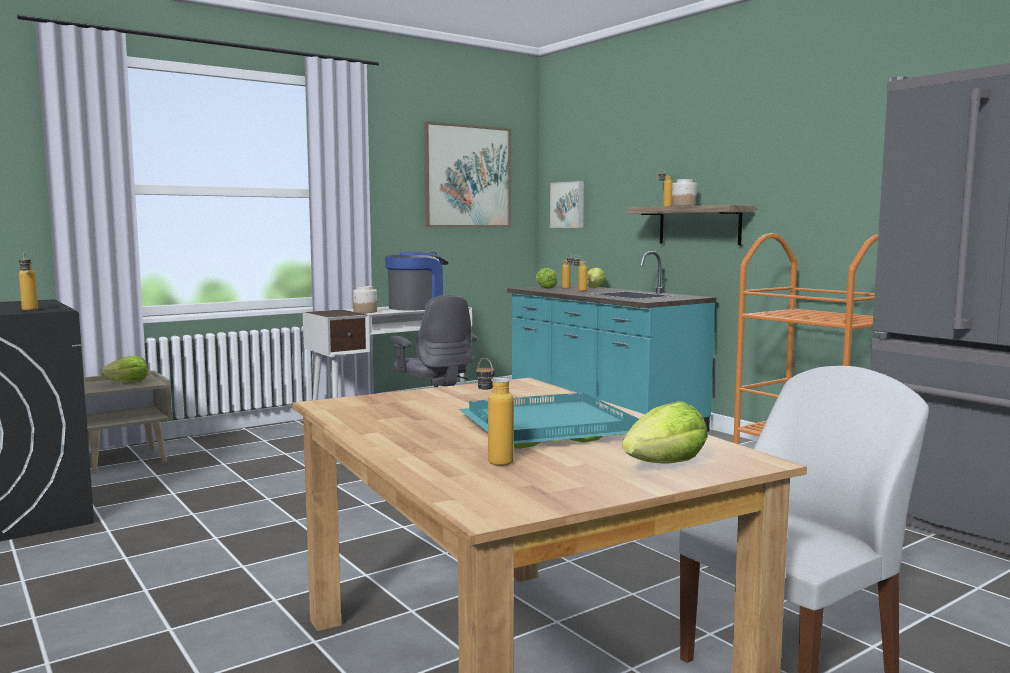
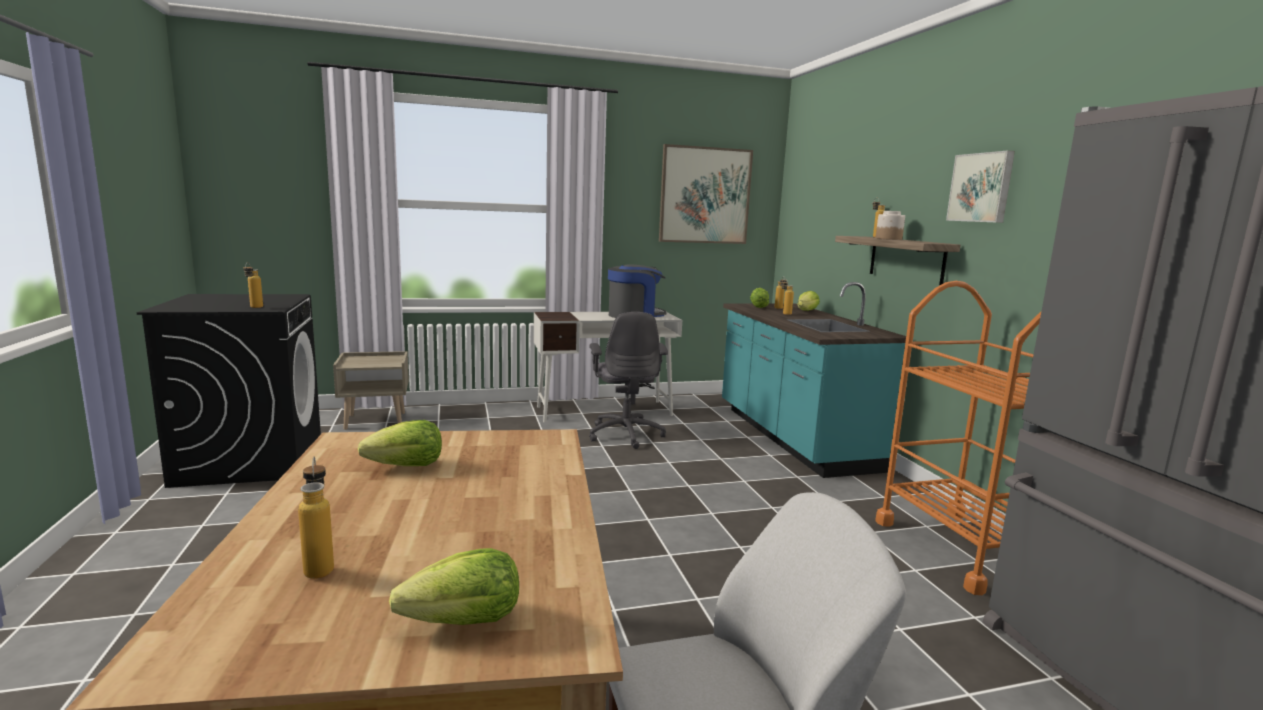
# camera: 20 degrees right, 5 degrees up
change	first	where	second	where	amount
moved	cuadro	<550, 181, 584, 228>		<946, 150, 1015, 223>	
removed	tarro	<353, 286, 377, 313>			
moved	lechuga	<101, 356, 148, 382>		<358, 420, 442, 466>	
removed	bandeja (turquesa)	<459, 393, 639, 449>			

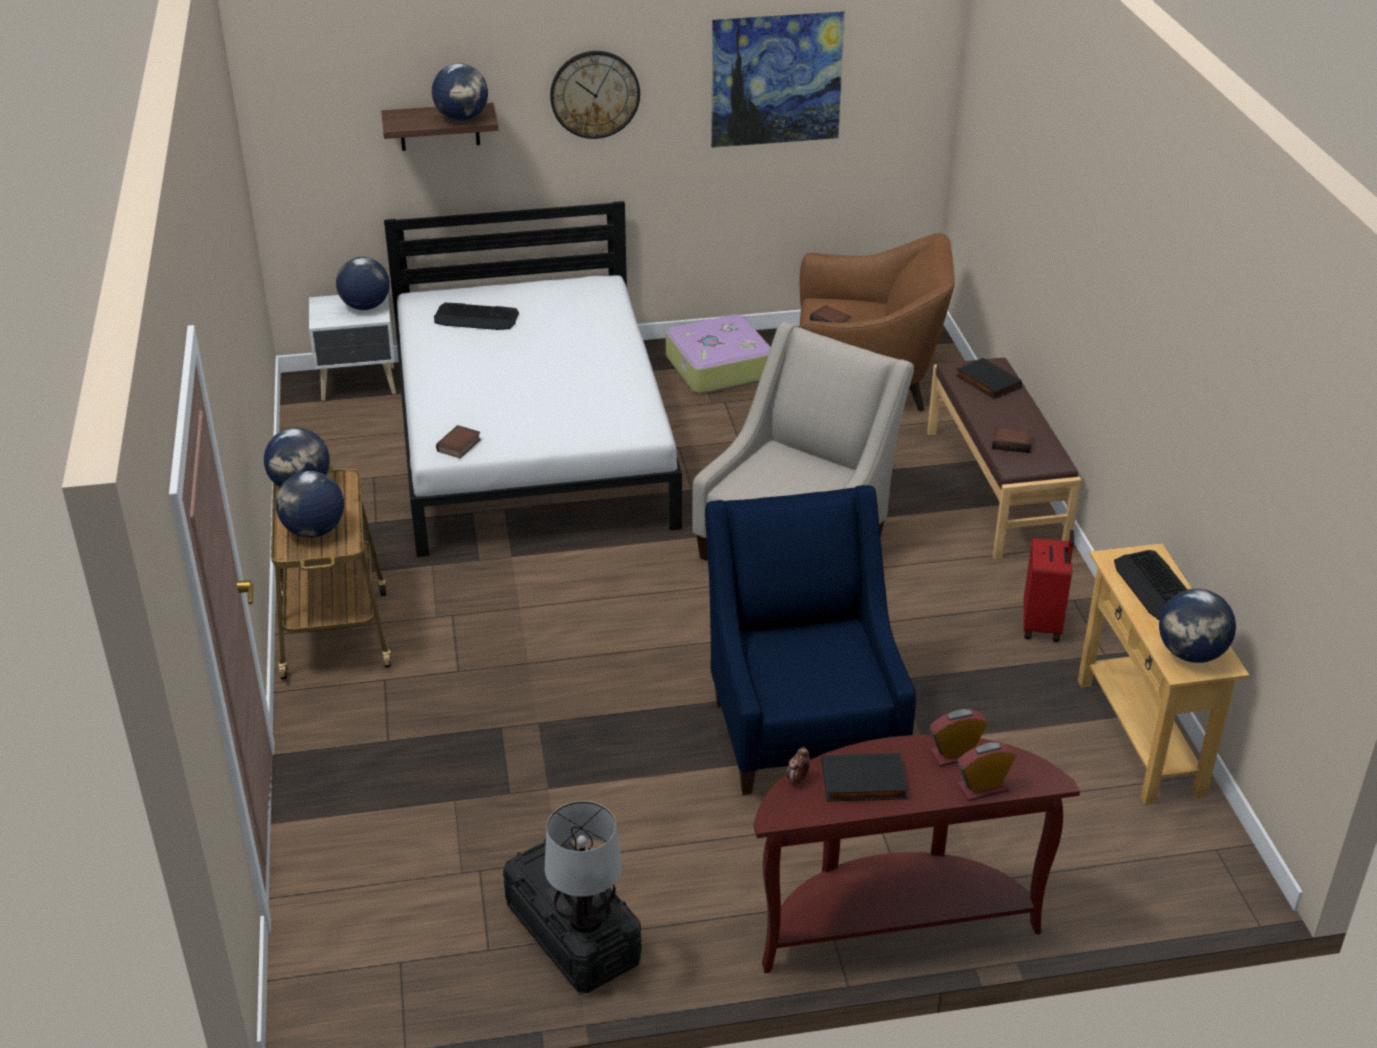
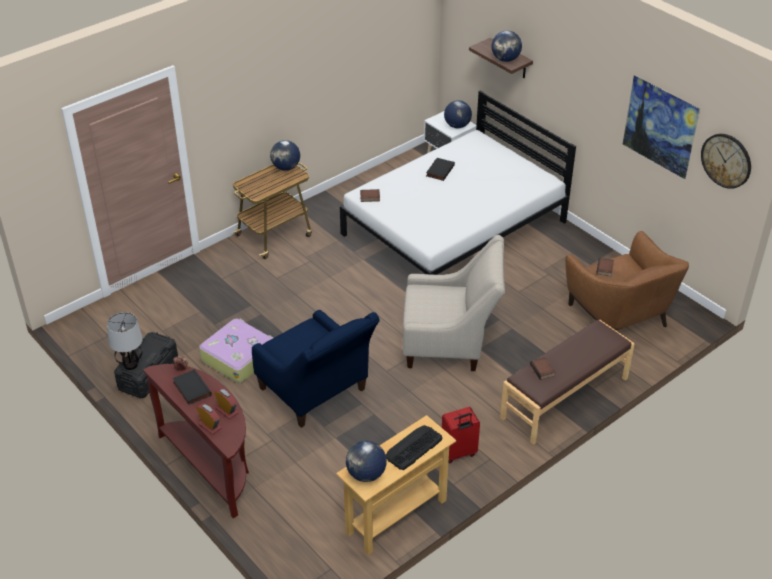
# camera: 60 degrees right, 5 degrees up
change	first	where	second	where	amount
moved	reloj de pared	<550, 51, 640, 139>		<701, 134, 751, 189>	
removed	teclado	<434, 303, 519, 330>			
moved	maleta	<666, 314, 771, 393>		<199, 319, 273, 383>	
moved	libro (negro)	<956, 358, 1022, 399>		<426, 158, 455, 181>	
removed	globo terráqueo	<276, 471, 344, 538>			
turned	sillón (azul)	<705, 485, 916, 795>		<252, 310, 380, 428>	90 degrees clockwise

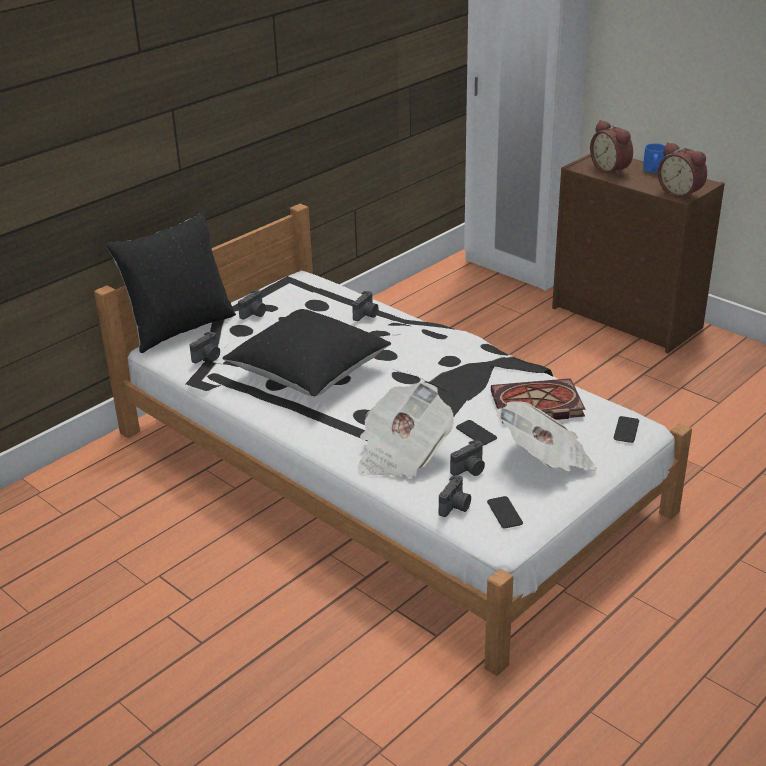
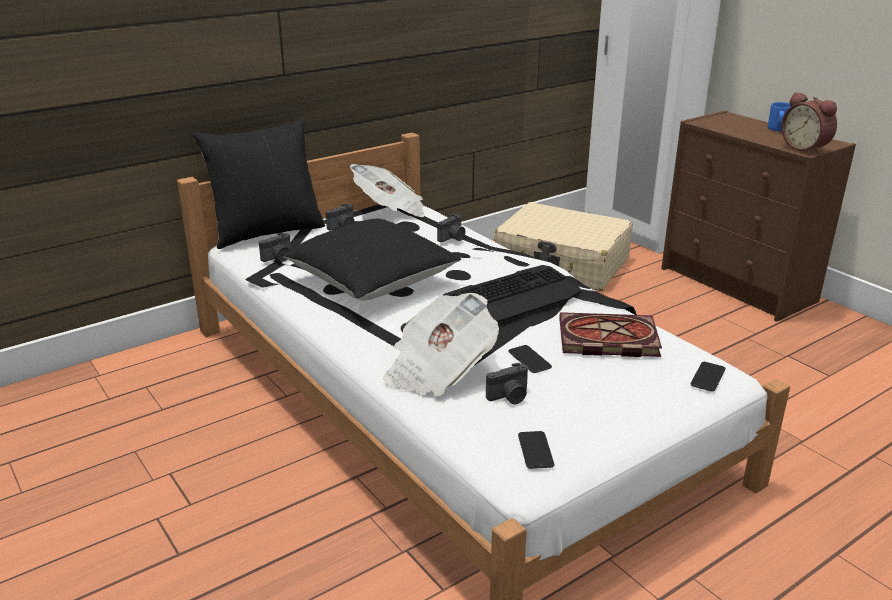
# camera: 10 degrees right, 5 degrees down
change	first	where	second	where	amount
removed	despertador	<590, 120, 633, 176>			
moved	periódico	<496, 401, 597, 472>		<350, 164, 424, 217>	
removed	cámara	<439, 475, 471, 517>			
added			maleta (beis)	<494, 202, 633, 291>	
added			teclado	<443, 265, 582, 322>	

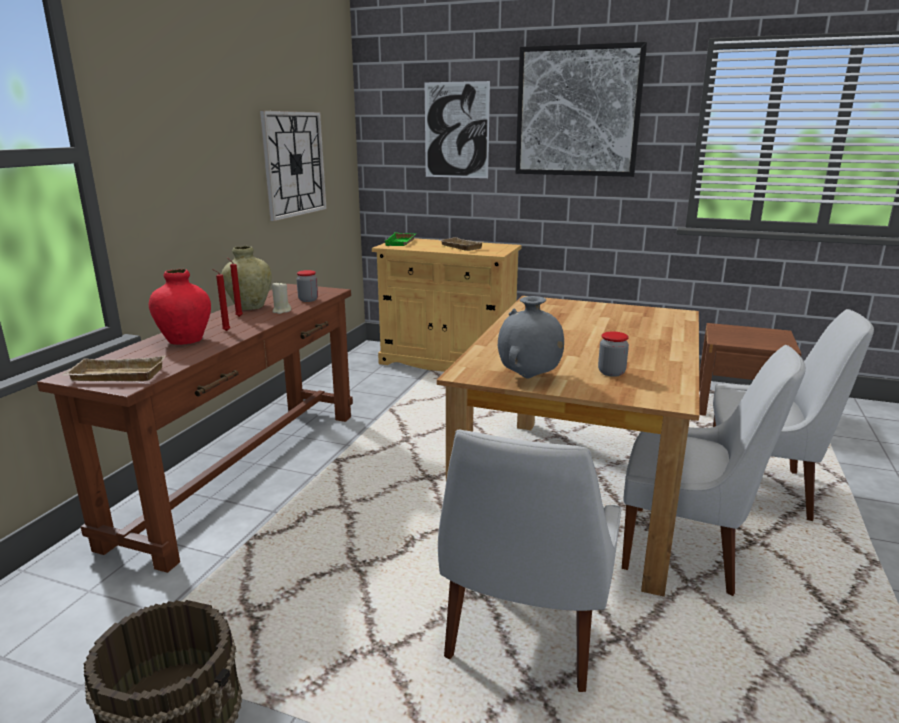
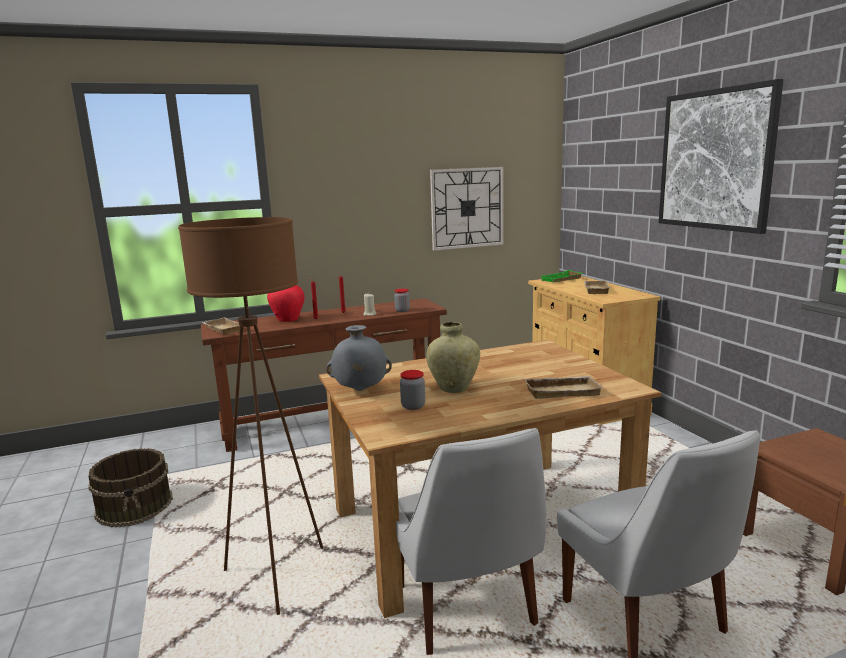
# camera: 50 degrees right, 5 degrees down
change	first	where	second	where	amount
removed	cuadro	<425, 81, 490, 178>			
moved	florero (beis)	<221, 246, 272, 310>		<426, 322, 480, 393>	
replaced	silla (blanco)	<438, 429, 621, 692>	lámpara de pie (marrón)	<178, 217, 323, 615>	
added			bandeja (beis)	<524, 376, 603, 399>	

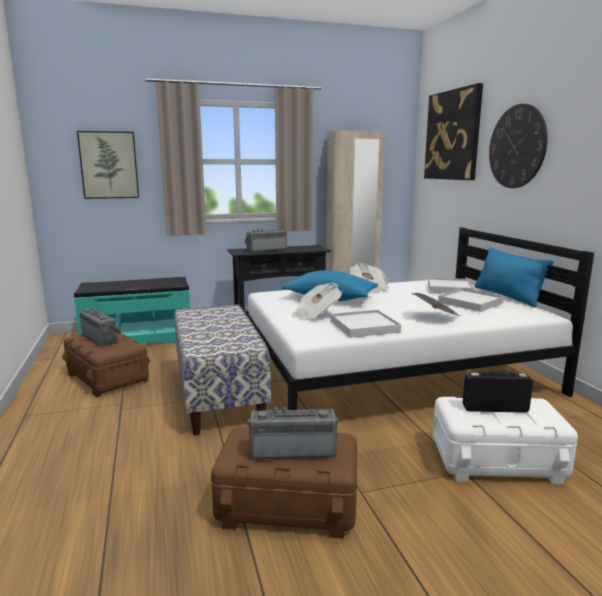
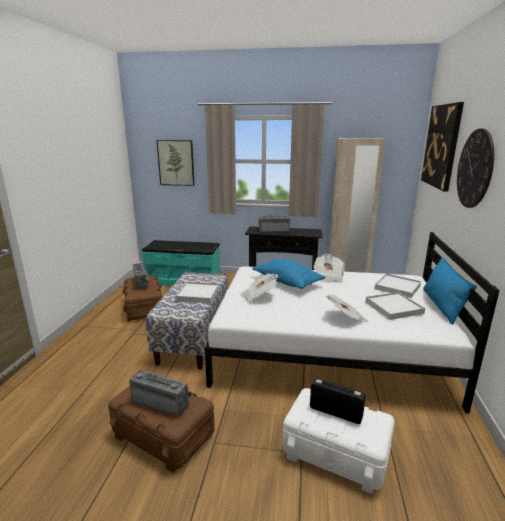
# camera: 25 degrees right, 5 degrees up
change	first	where	second	where	amount
moved	bandeja (blanco)	<331, 310, 401, 338>		<175, 282, 219, 303>	

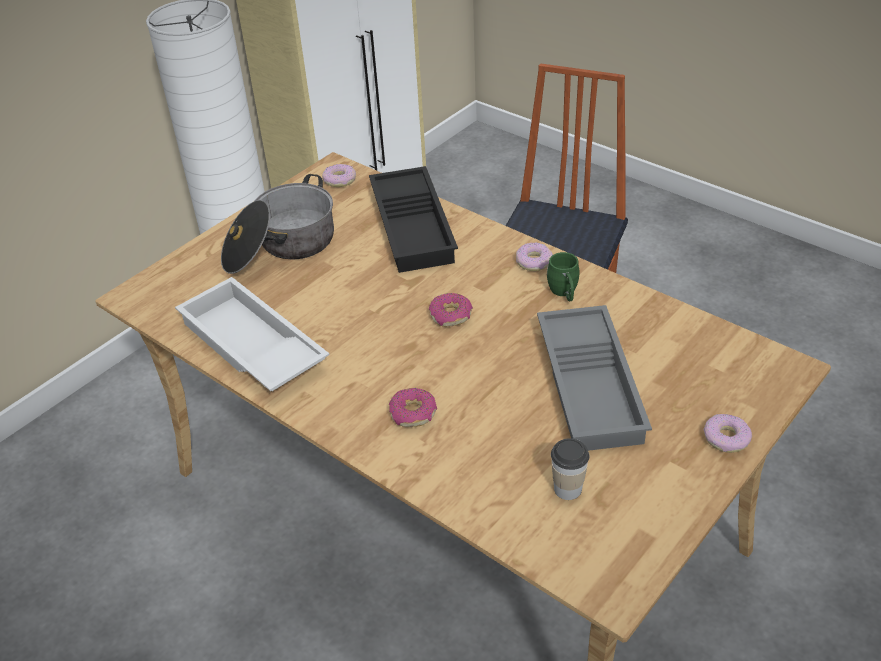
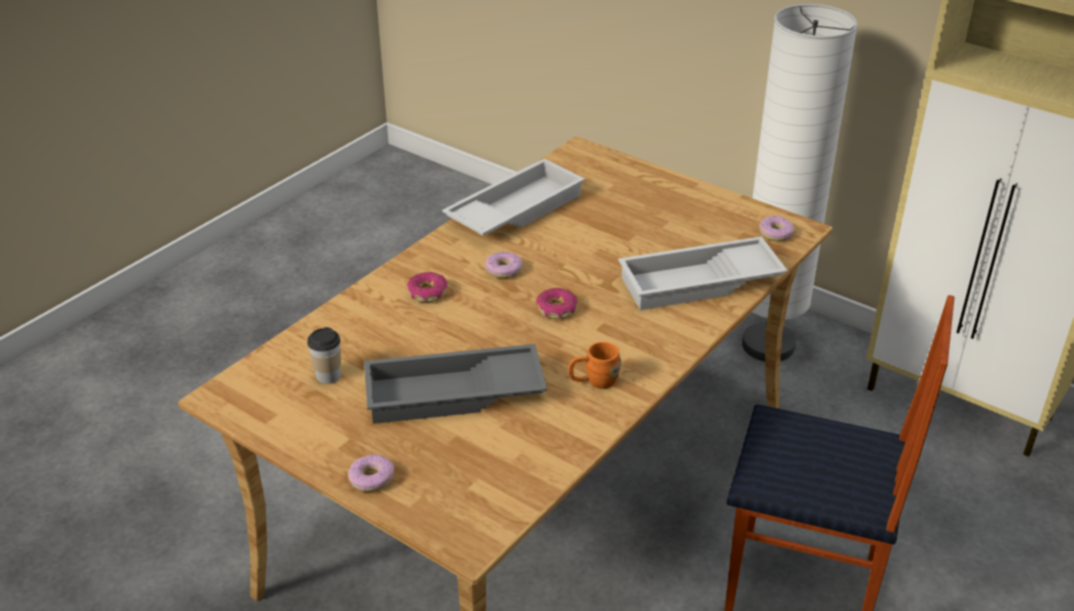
# camera: 85 degrees right, 5 degrees down
change	first	where	second	where	amount
recoloured	bandeja (negro)	<369, 166, 458, 273>	bandeja (blanco)	<618, 236, 788, 310>	
removed	olla	<221, 174, 334, 274>			
moved	rosquilla	<516, 242, 553, 271>		<485, 252, 523, 278>	
recoloured	taza grande (verde)	<547, 252, 580, 301>	taza grande (naranja)	<568, 342, 621, 389>	

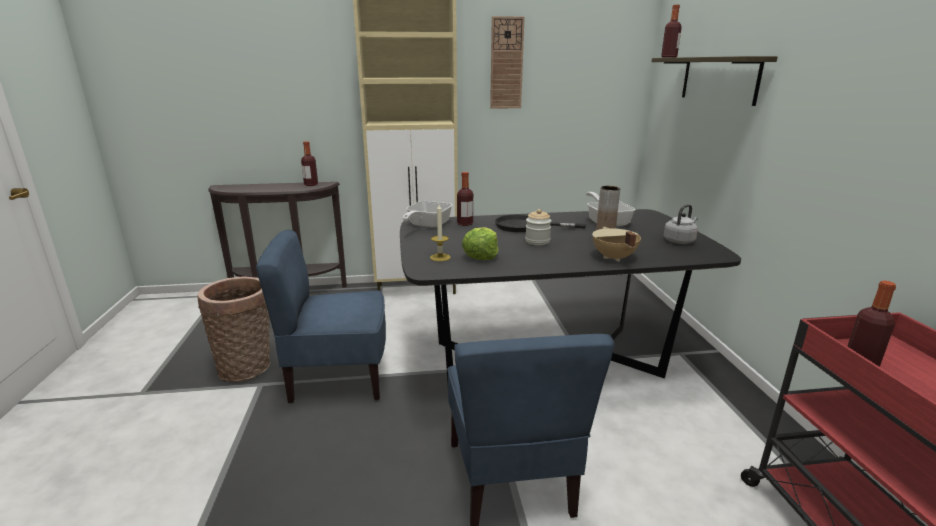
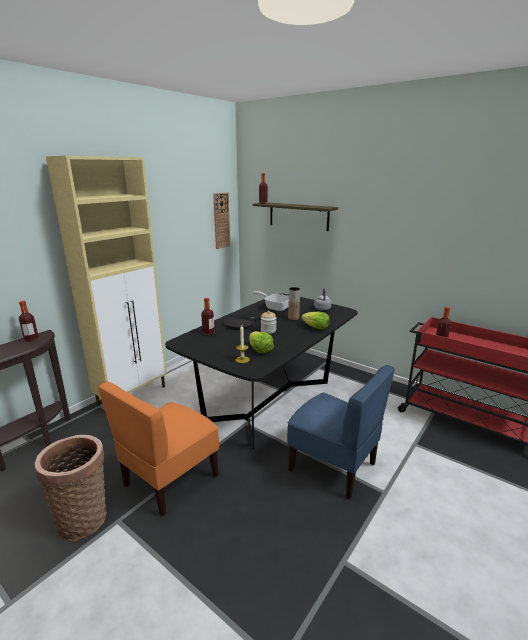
# camera: 45 degrees left, 0 degrees up
change	first	where	second	where	amount
moved	reloj de pared	<490, 16, 525, 109>		<213, 193, 230, 249>	
removed	sartén	<403, 201, 453, 228>			
replaced	olla (beis)	<592, 227, 641, 262>	lechuga	<301, 311, 330, 330>	
recoloured	silla (azul)	<256, 230, 386, 403>	silla (naranja)	<98, 381, 219, 516>	

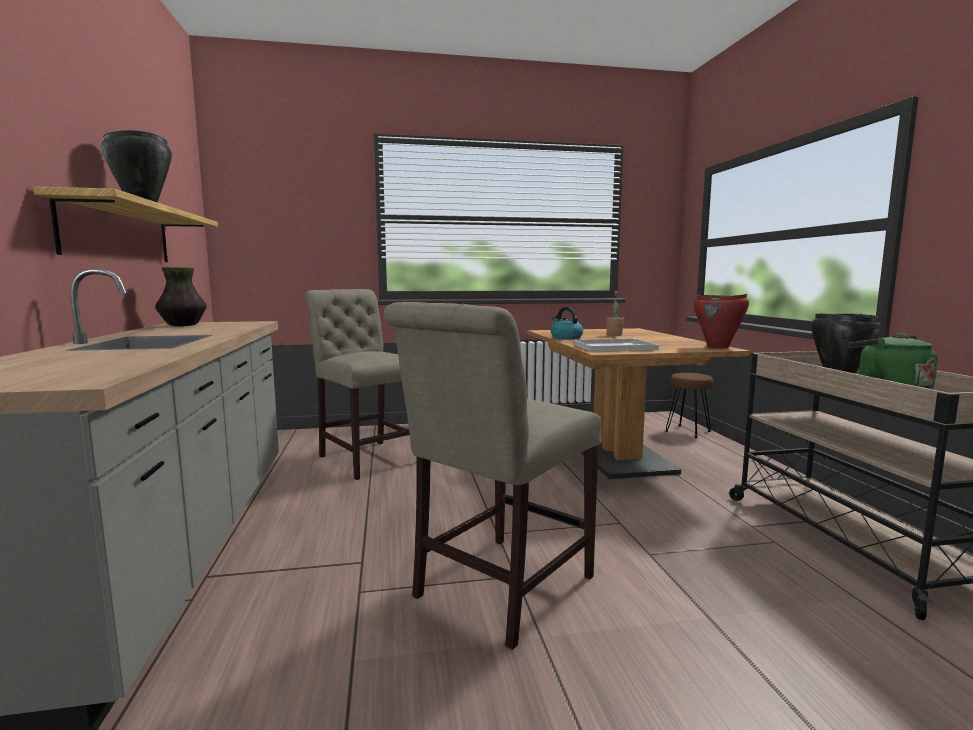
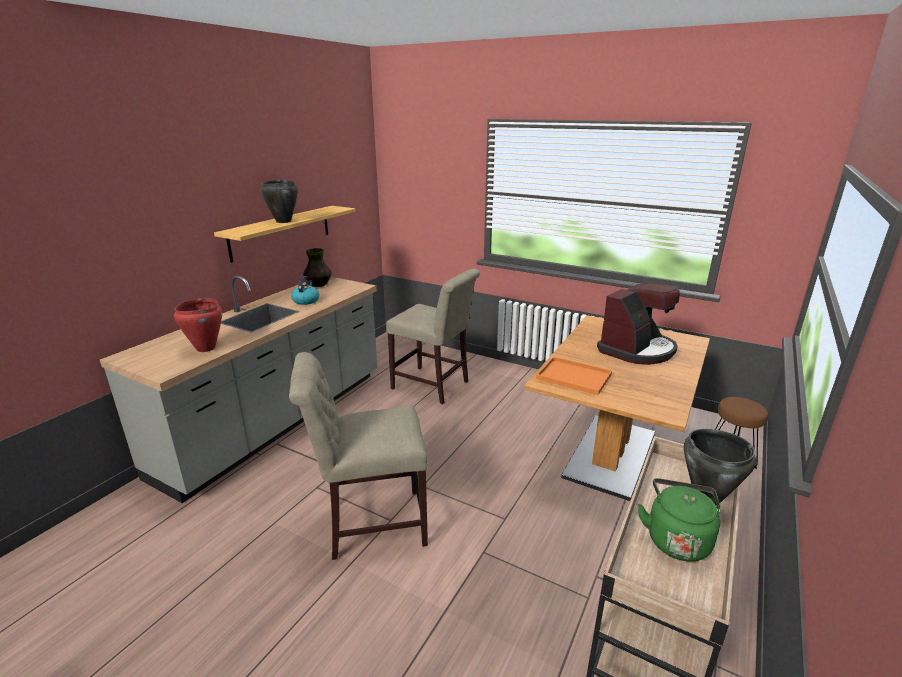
# camera: 40 degrees right, 15 degrees up
change	first	where	second	where	amount
turned	silla (beis)	<305, 289, 410, 480>		<386, 269, 480, 404>	120 degrees clockwise
replaced	planta en maceta	<606, 291, 624, 336>	cafetera	<597, 283, 680, 365>	
moved	olla (rojo)	<694, 294, 749, 348>		<174, 298, 222, 352>	
moved	hervidor	<551, 307, 583, 339>		<291, 276, 319, 305>	
recoloured	bandeja (blanco)	<573, 339, 659, 352>	bandeja (naranja)	<536, 357, 612, 395>	

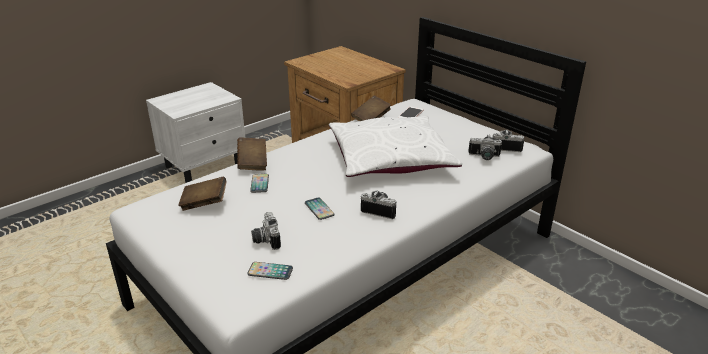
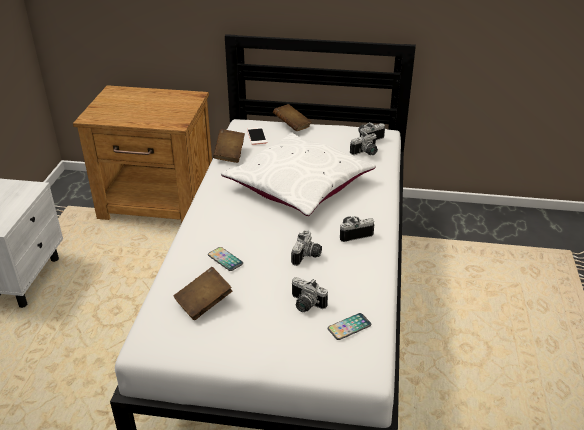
# camera: 40 degrees left, 5 degrees up
change	first	where	second	where	amount
moved	libro (marrón)	<237, 137, 267, 171>		<273, 104, 312, 131>	
replaced	móvil	<305, 198, 335, 220>	cámara	<291, 230, 322, 266>	

